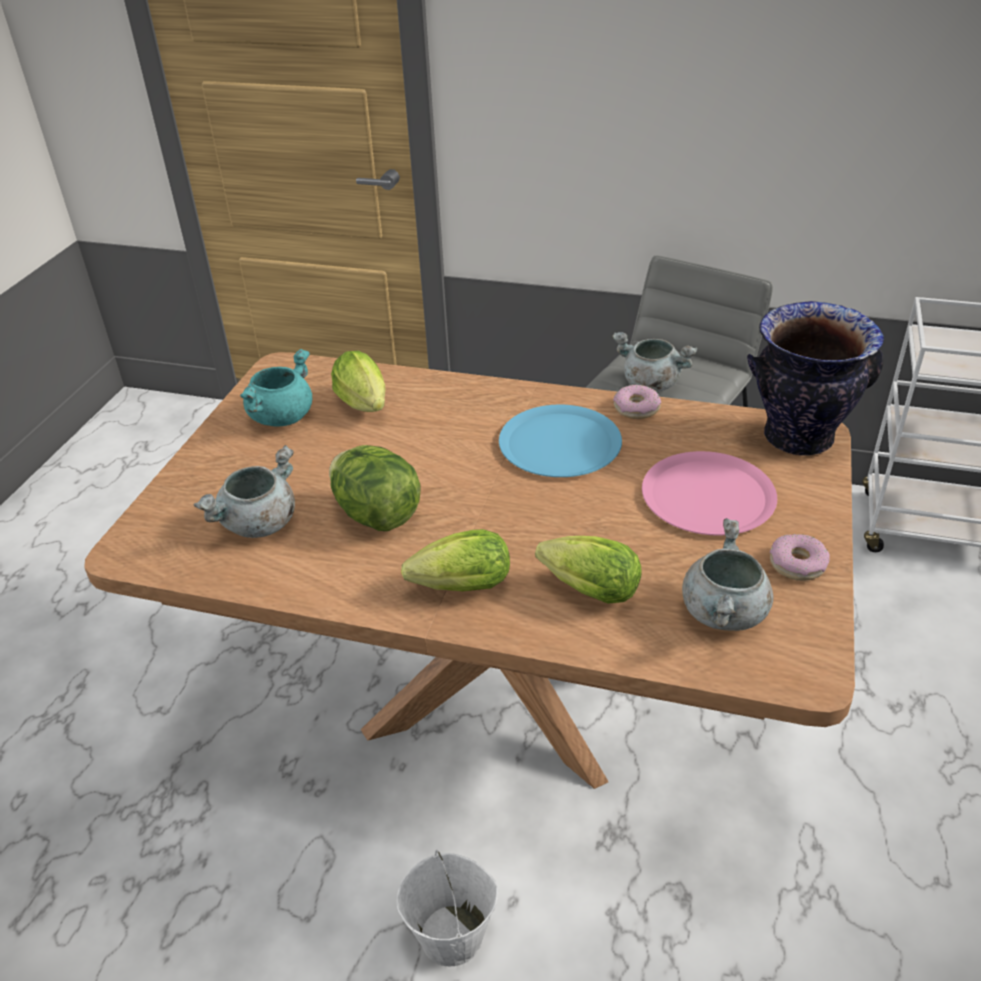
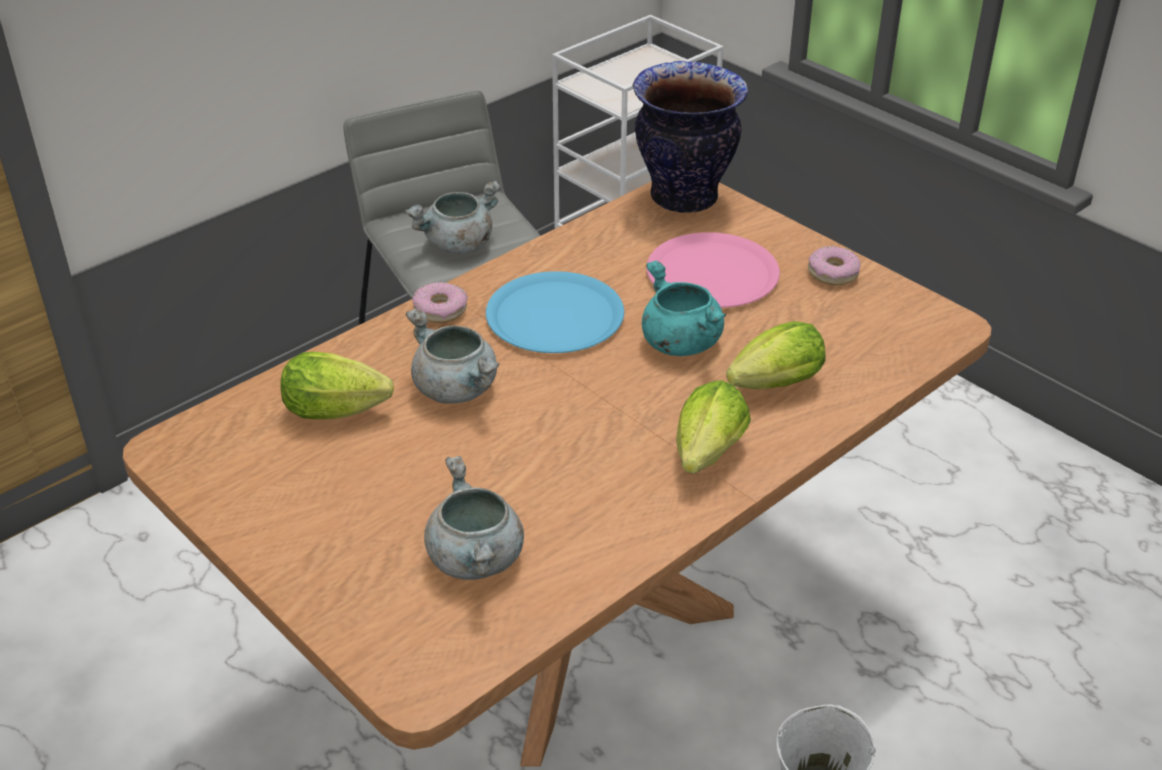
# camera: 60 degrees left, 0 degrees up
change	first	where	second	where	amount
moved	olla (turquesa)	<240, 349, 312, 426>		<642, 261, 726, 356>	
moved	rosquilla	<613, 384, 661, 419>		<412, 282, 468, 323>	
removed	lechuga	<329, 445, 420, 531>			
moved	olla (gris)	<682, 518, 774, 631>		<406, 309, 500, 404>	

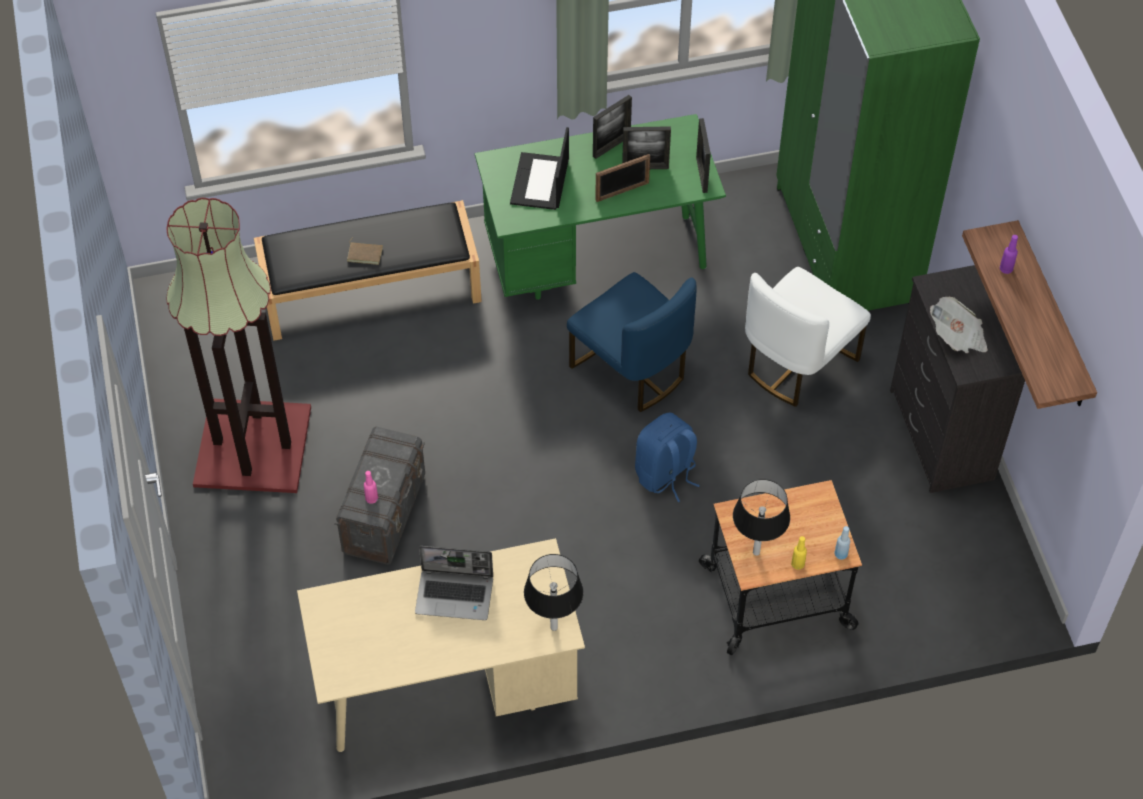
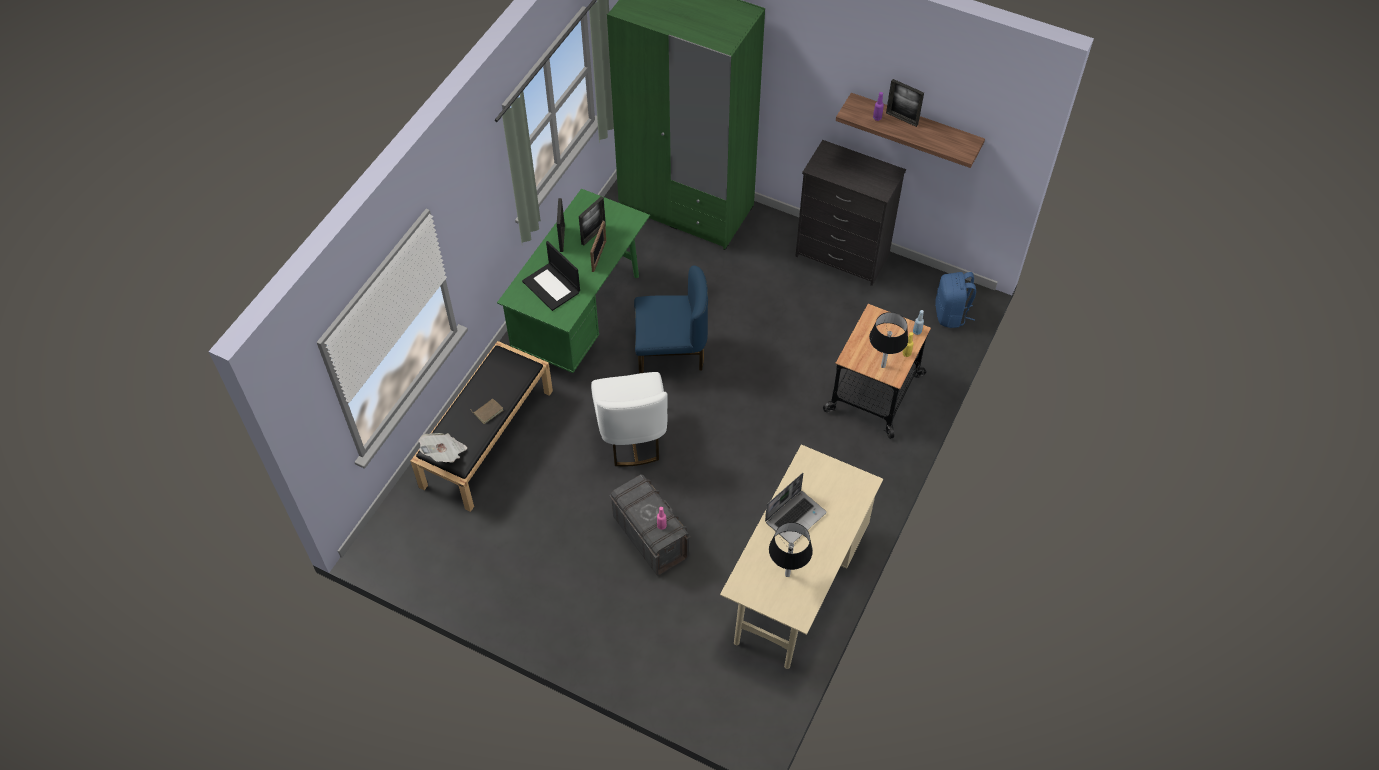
# camera: 50 degrees left, 0 degrees up
change	first	where	second	where	amount
moved	portarretratos	<696, 118, 711, 193>		<886, 79, 924, 127>	
removed	lámpara de pie	<167, 198, 311, 493>			
moved	silla (blanco)	<745, 267, 871, 407>		<591, 372, 668, 466>	
moved	periódico	<930, 297, 988, 353>		<419, 433, 467, 463>	
moved	mochila (azul)	<635, 413, 700, 502>		<935, 272, 976, 328>	
moved	lámpara de mesa (negro)	<524, 554, 584, 631>		<769, 522, 813, 577>	

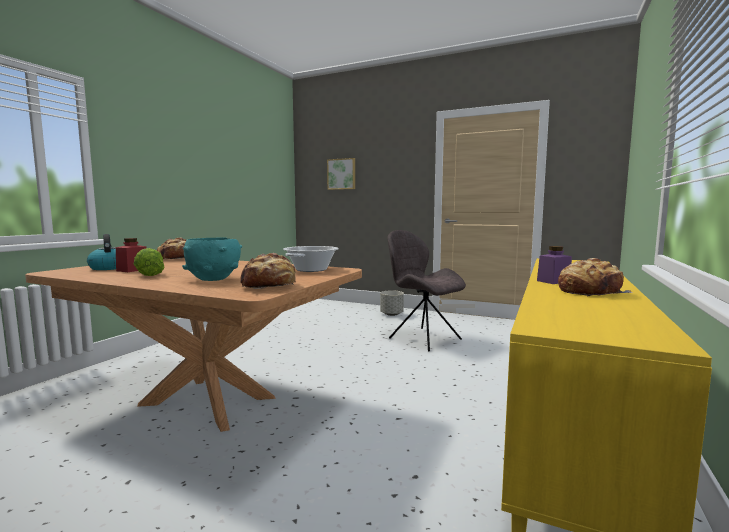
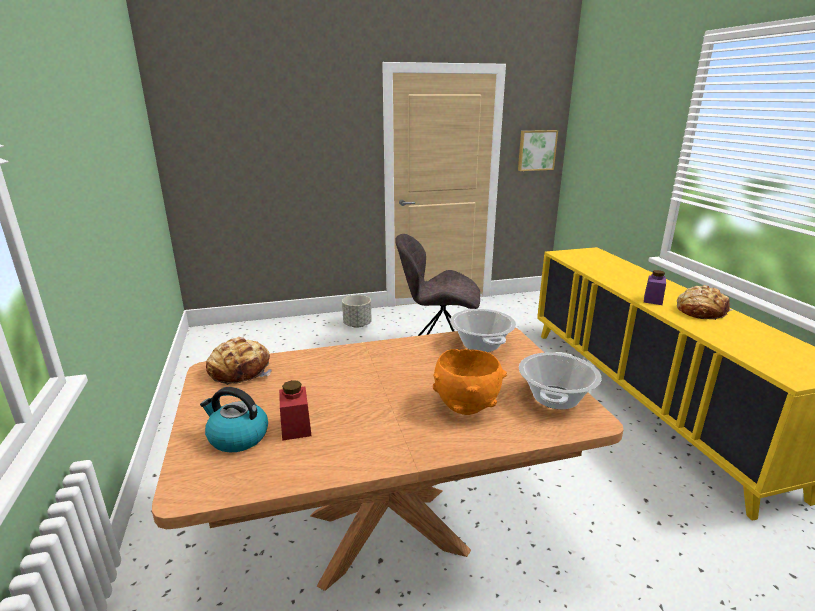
# camera: 40 degrees left, 15 degrees up
change	first	where	second	where	amount
moved	cuadro	<327, 158, 355, 190>		<518, 130, 558, 171>	
recoloured	cuenco (turquesa)	<182, 237, 242, 281>	cuenco (naranja)	<433, 349, 507, 415>	
removed	lechuga	<134, 248, 164, 276>			
replaced	pan	<240, 253, 296, 289>	olla	<519, 352, 602, 409>	

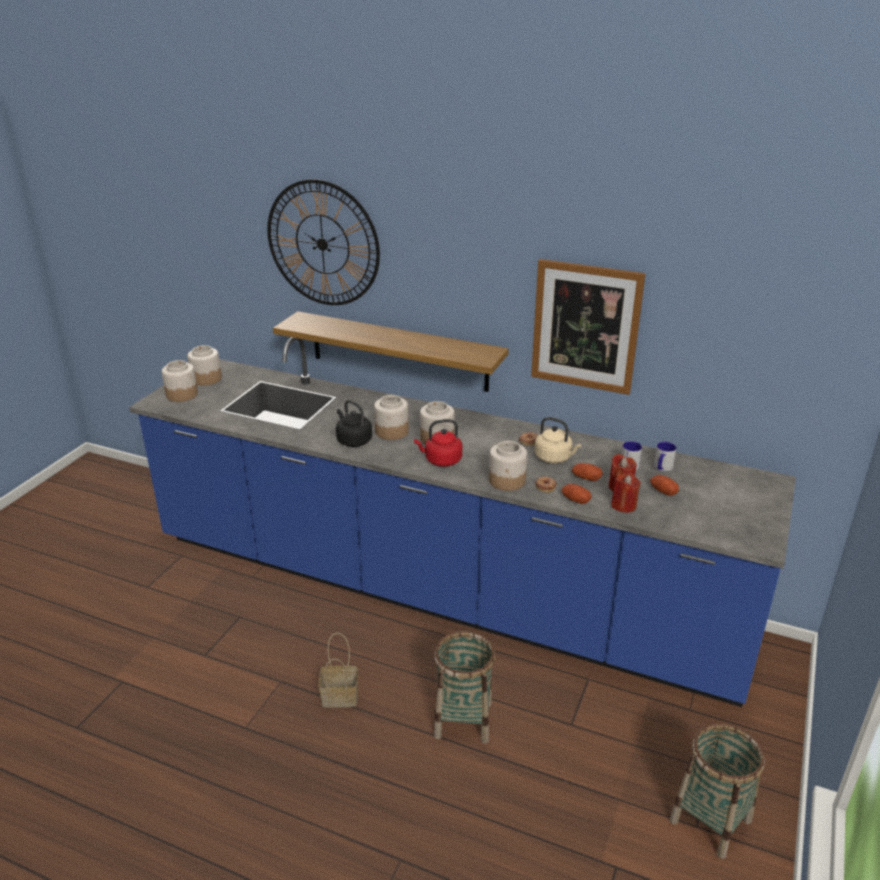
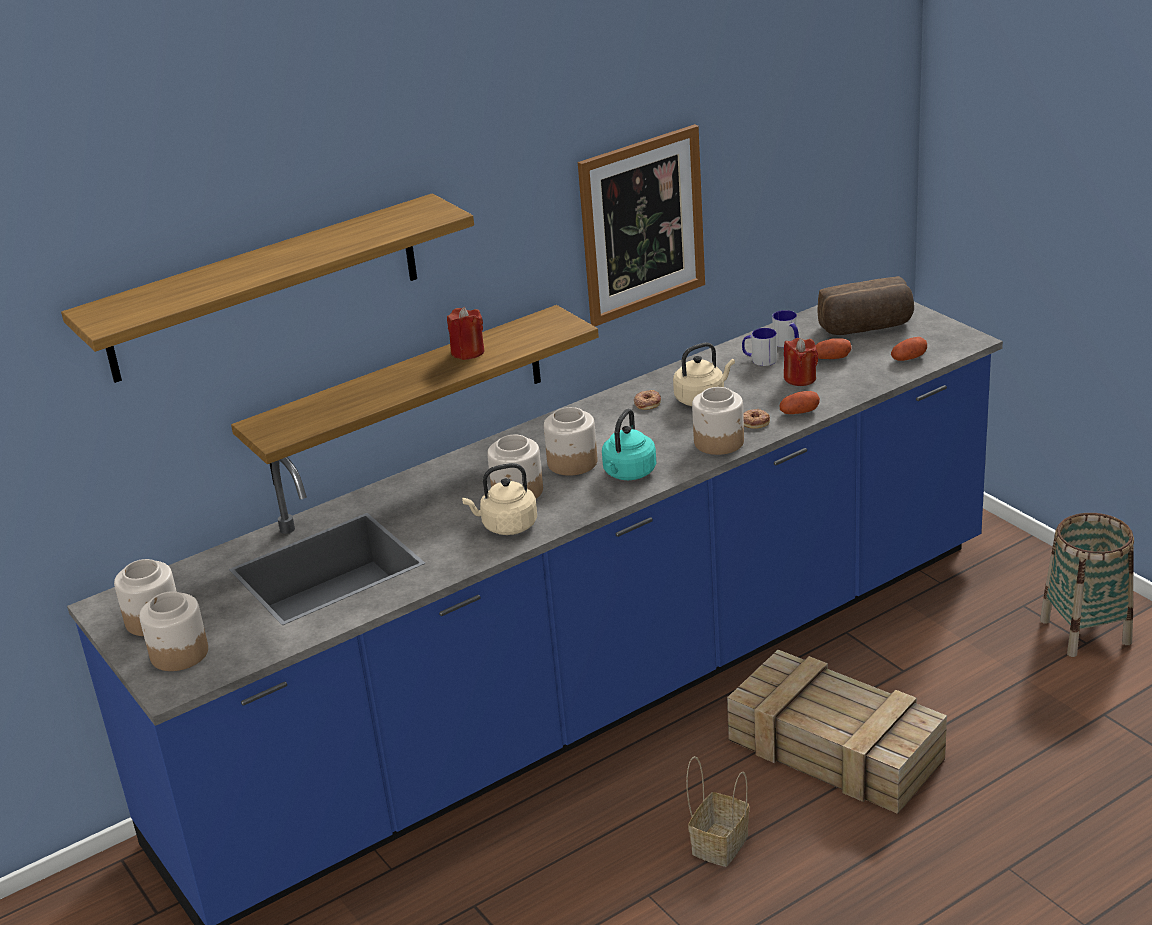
# camera: 55 degrees left, 0 degrees up
change	first	where	second	where	amount
replaced	reloj de pared	<267, 179, 380, 305>	estante	<61, 193, 474, 383>	
recoloured	hervidor (negro)	<336, 400, 372, 447>	hervidor (beis)	<462, 463, 537, 535>	
recoloured	hervidor (rojo)	<414, 419, 462, 467>	hervidor (turquesa)	<602, 409, 656, 480>	
moved	patata	<572, 463, 603, 481>		<891, 337, 927, 361>	
moved	vela (rojo)	<611, 473, 641, 513>		<447, 307, 484, 360>	
replaced	cesta	<434, 630, 495, 744>	caja de embalaje	<727, 650, 947, 814>	
added			pan	<818, 276, 914, 335>	

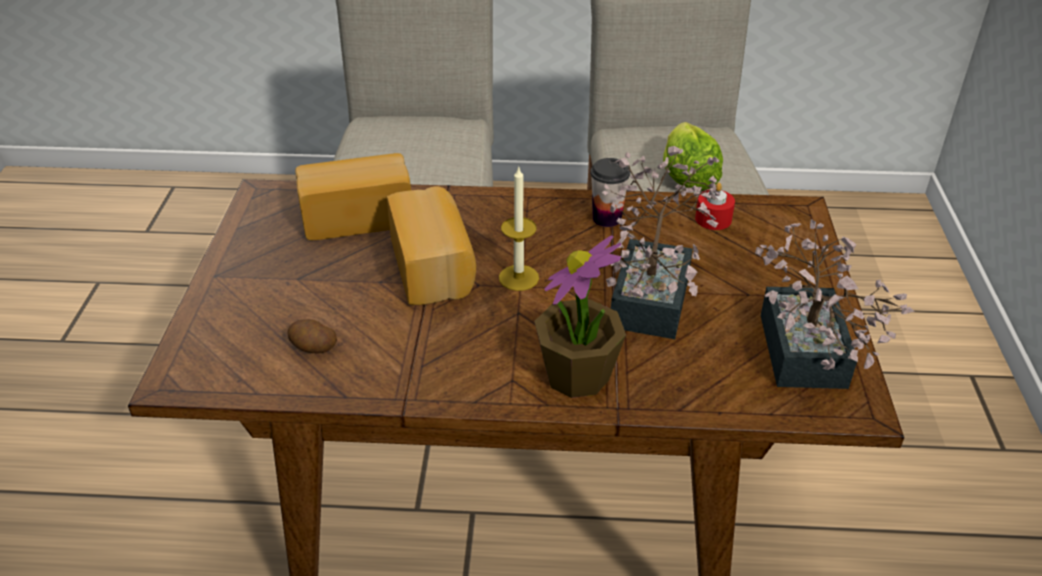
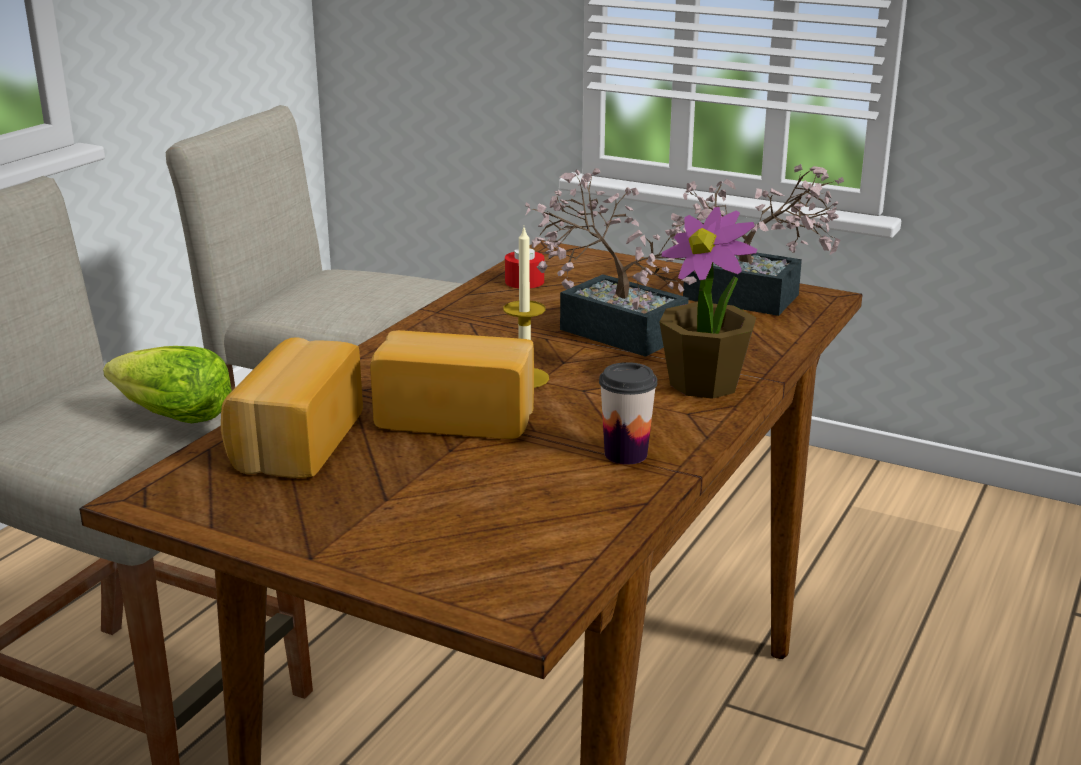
# camera: 65 degrees left, 15 degrees down
change	first	where	second	where	amount
moved	lechuga	<663, 122, 723, 191>		<103, 346, 232, 423>	
moved	taza	<590, 158, 630, 227>		<599, 362, 657, 465>	
removed	patata	<287, 319, 337, 354>			

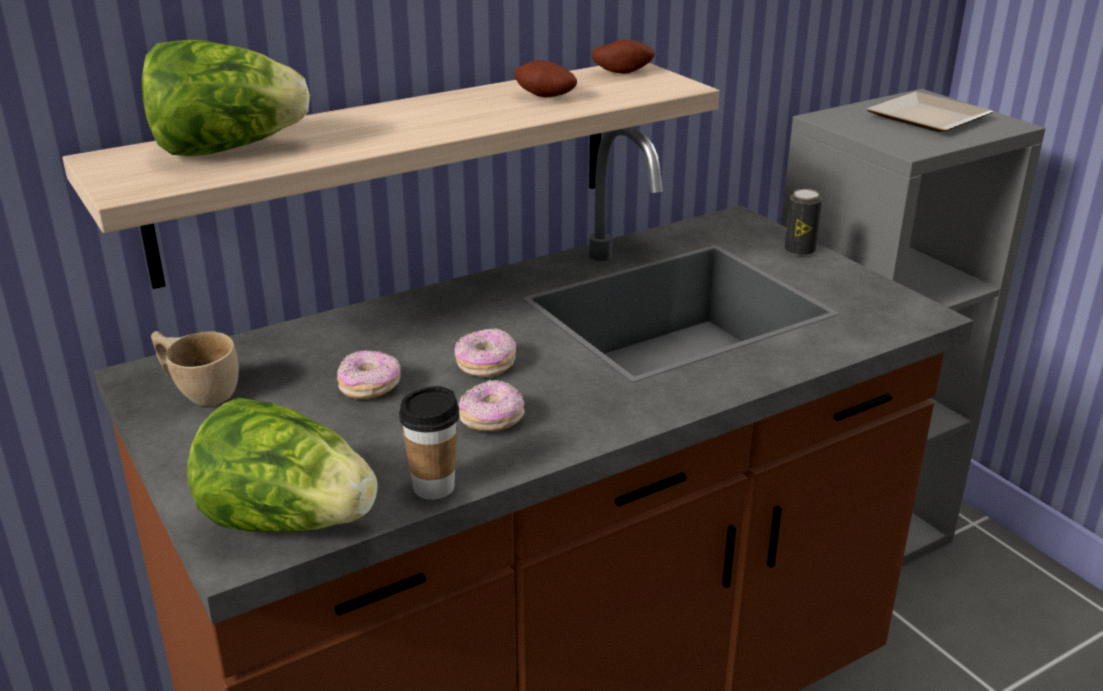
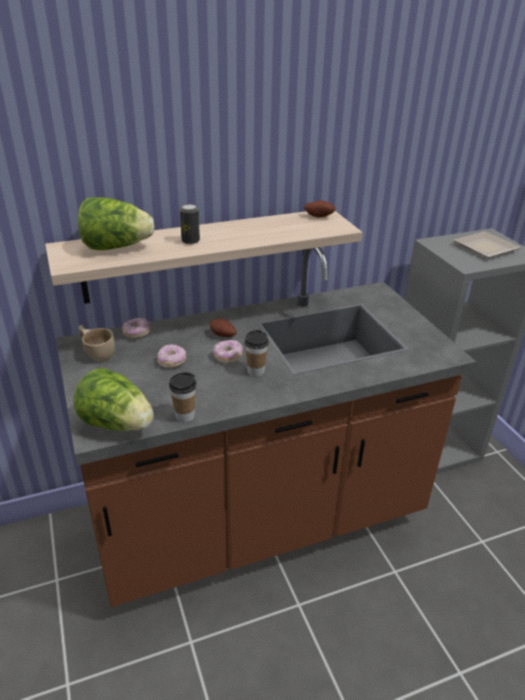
# camera: 10 degrees right, 5 degrees up
change	first	where	second	where	amount
moved	patata	<514, 60, 577, 98>		<210, 319, 236, 337>	
moved	lata	<784, 189, 822, 256>		<180, 204, 200, 244>	
moved	rosquilla	<459, 380, 525, 431>		<122, 317, 150, 338>	
added			taza	<244, 330, 269, 376>	

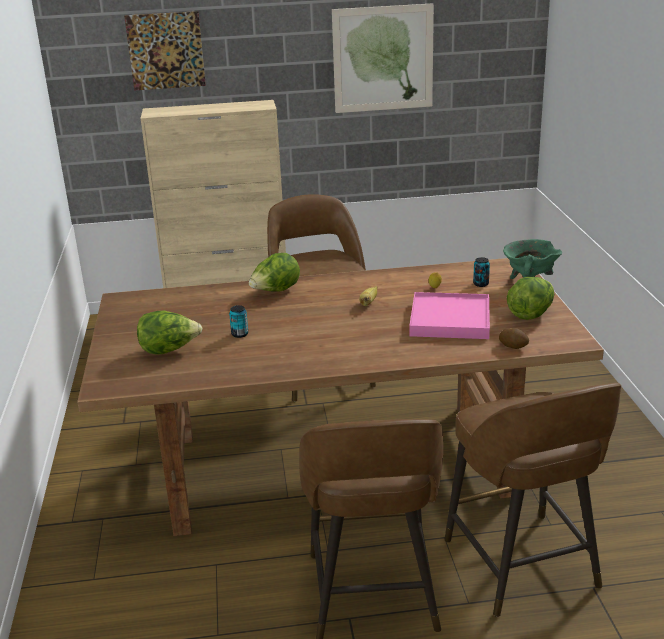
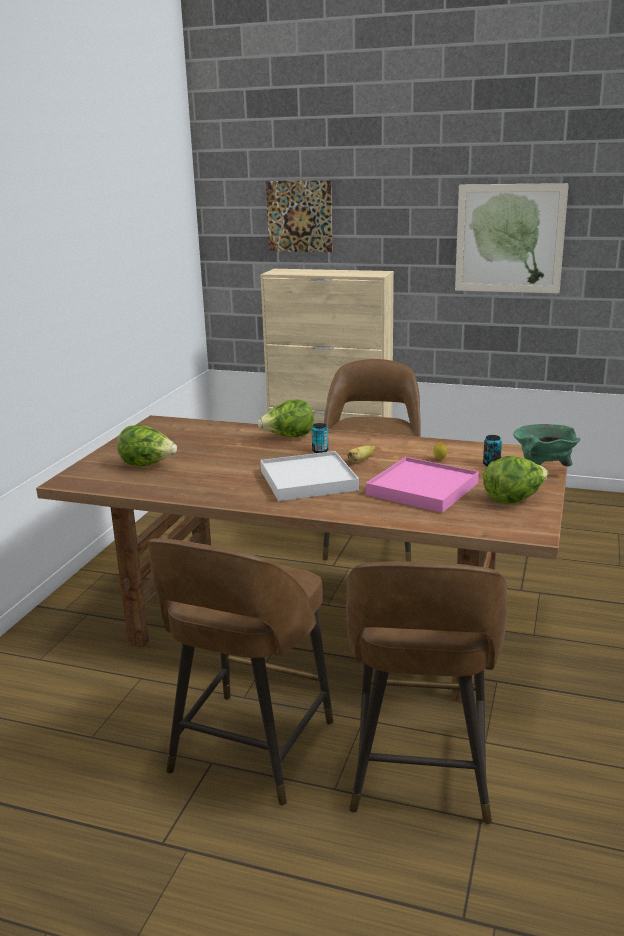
# camera: 25 degrees right, 5 degrees down
change	first	where	second	where	amount
moved	lata	<229, 305, 248, 338>		<312, 423, 328, 453>	
removed	patata	<499, 328, 529, 349>			
added			bandeja (blanco)	<260, 451, 359, 501>	

